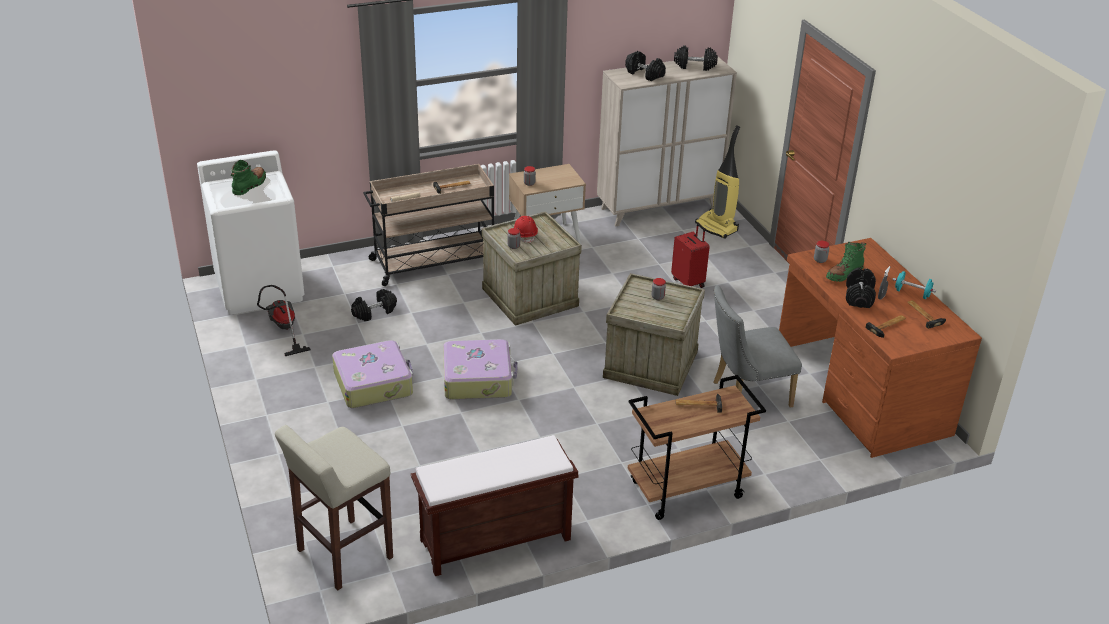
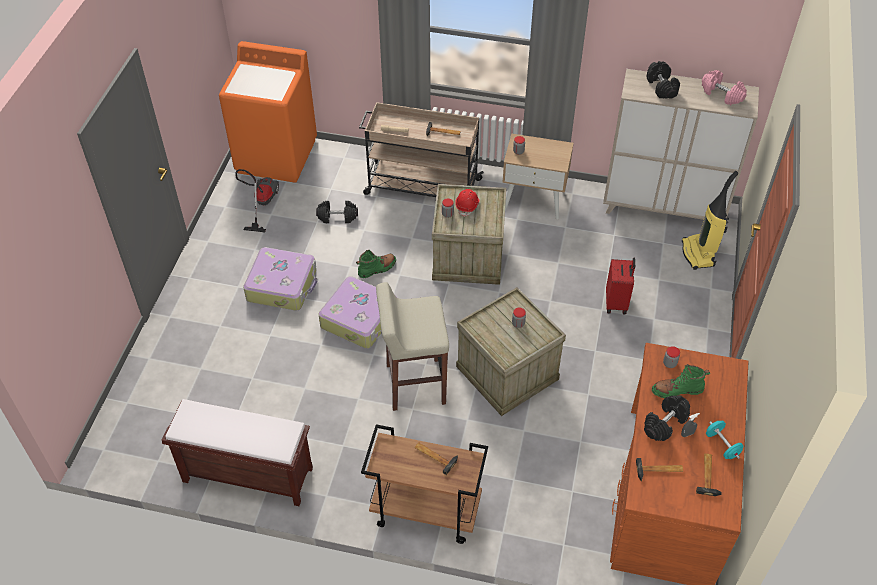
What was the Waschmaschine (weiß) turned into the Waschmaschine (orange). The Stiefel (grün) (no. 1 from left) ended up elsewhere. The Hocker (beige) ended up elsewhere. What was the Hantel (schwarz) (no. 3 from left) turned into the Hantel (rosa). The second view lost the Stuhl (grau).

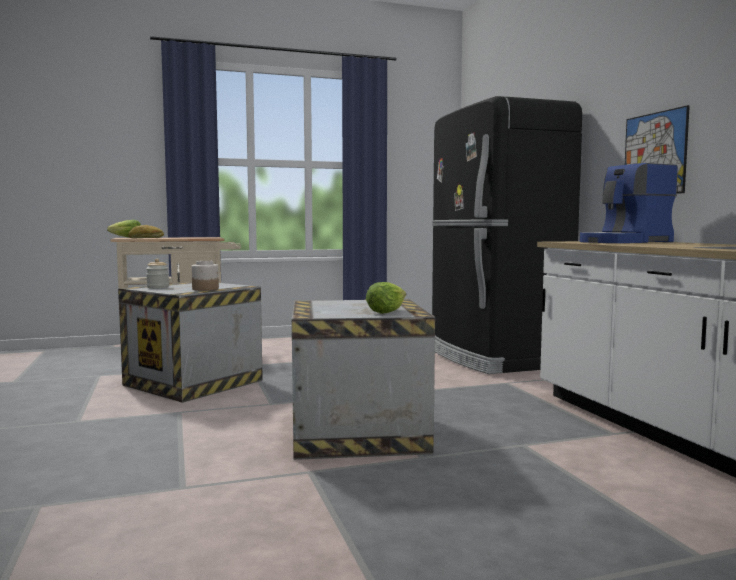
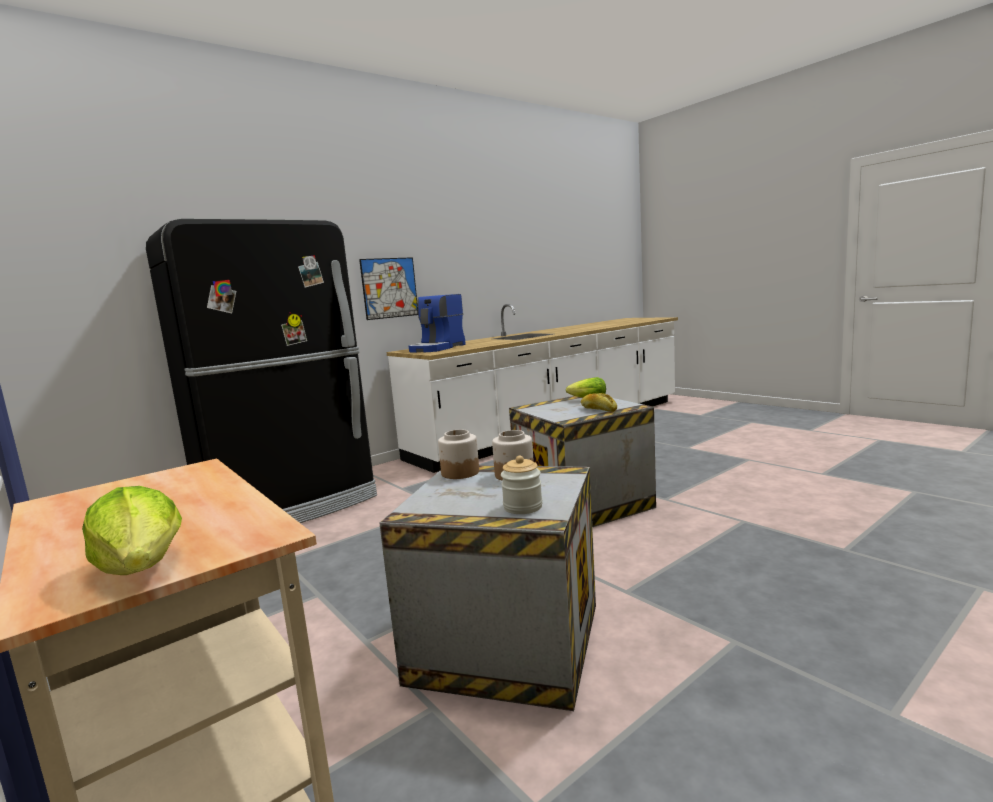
The Kaffeemaschine ended up facing another way, 75 degrees clockwise from before. The second view gained the Vorratsglas (no. 1 from left). The Brot ended up elsewhere.

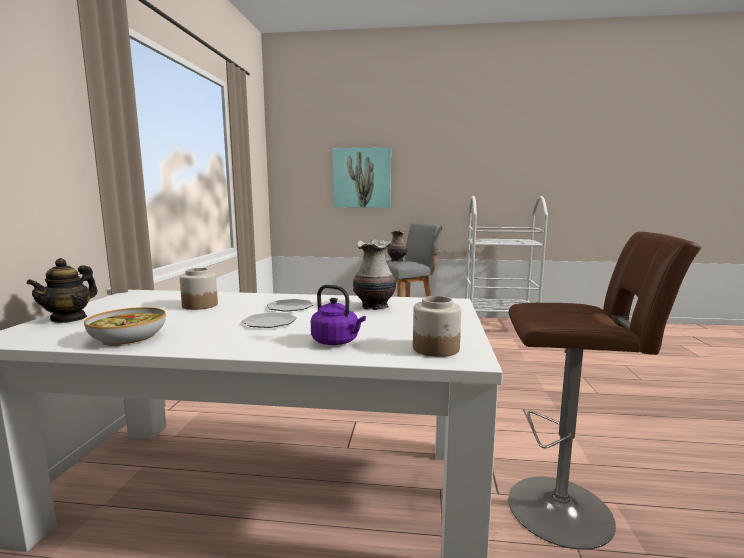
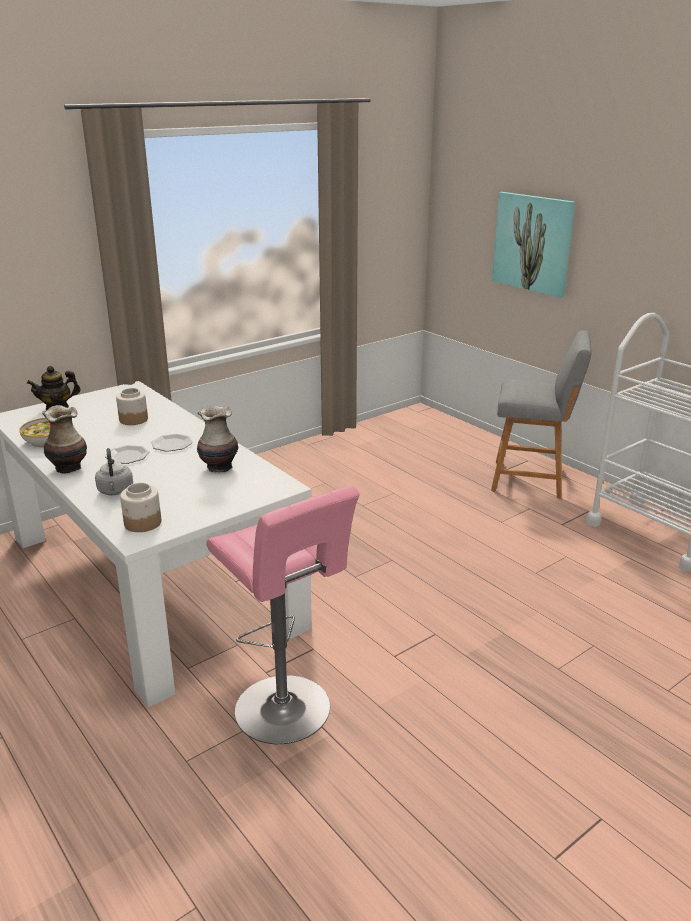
The Vase (no. 2 from left in the first image) ended up elsewhere. What was the Wasserkessel (lila) turned into the Wasserkessel (grau). What was the Hocker (braun) turned into the Hocker (rosa).

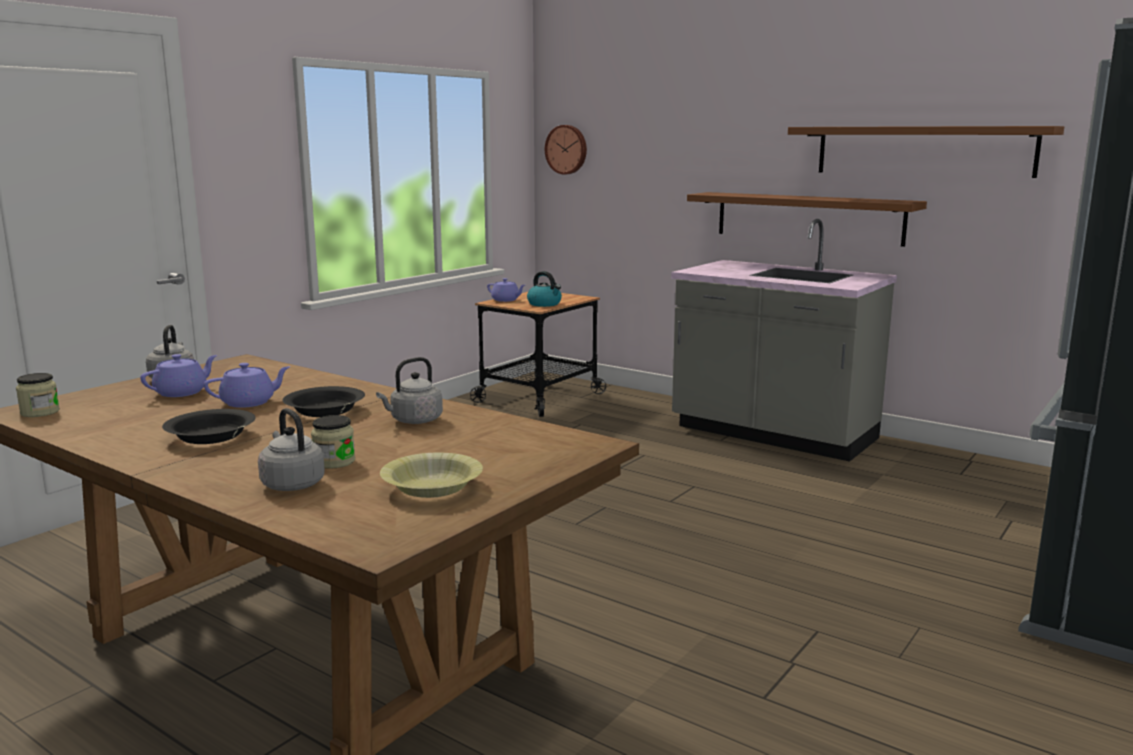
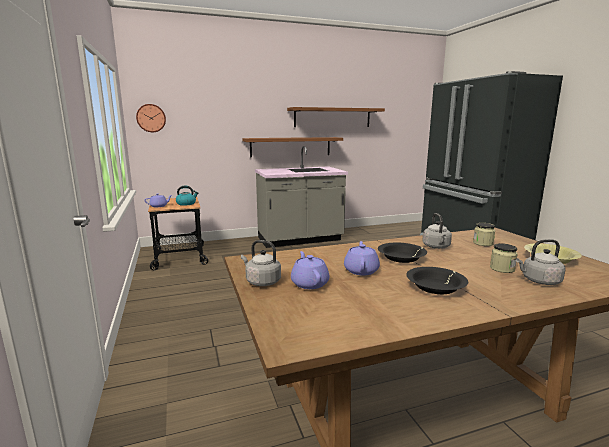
The Vorratsglas (no. 1 from left) ended up elsewhere.

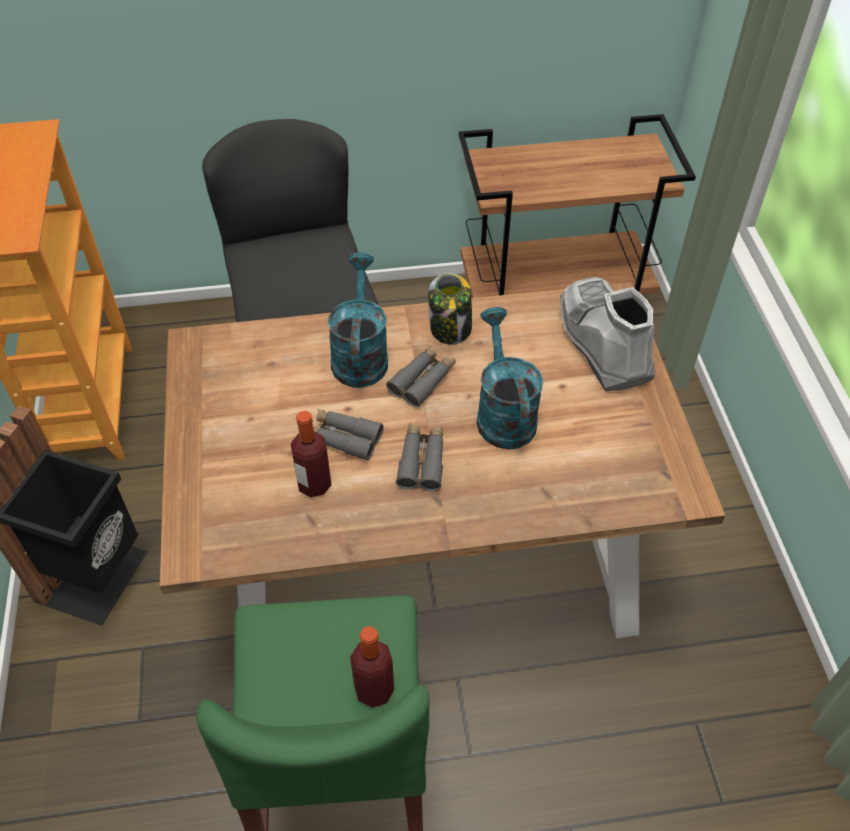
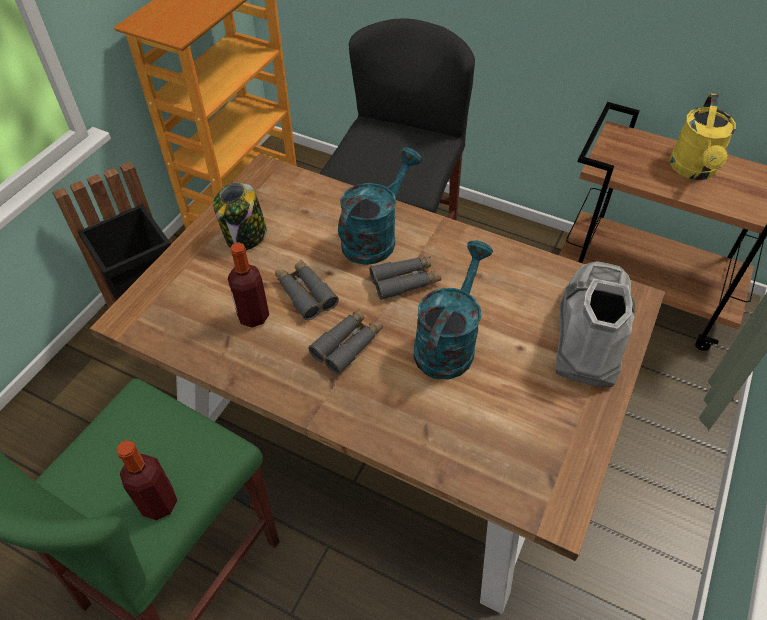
The Vorratsglas ended up elsewhere. The second view gained the Gießkanne (gelb).

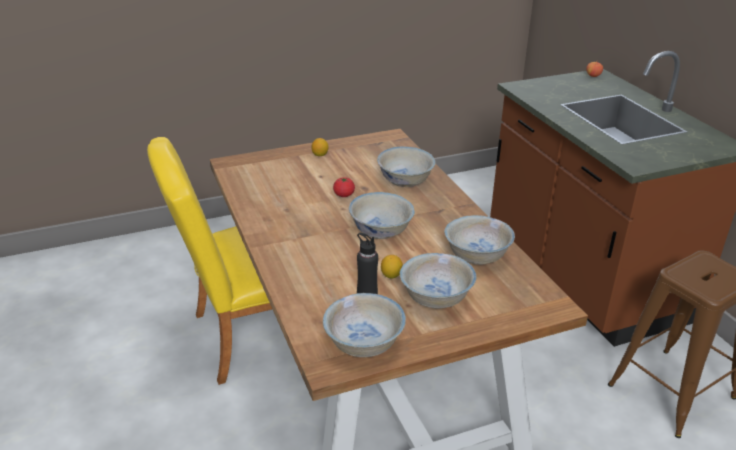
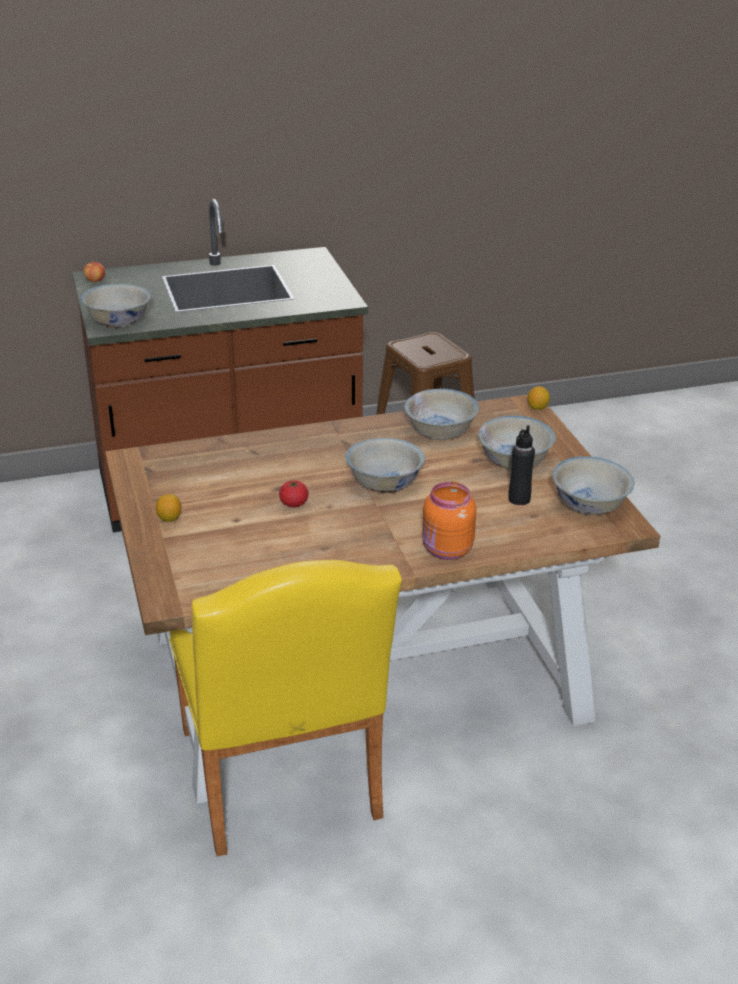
The Schüssel (weiß) (no. 3 from left in the first image) ended up elsewhere. The second view gained the Vorratsglas (orange). The Zitrone (no. 2 from left) ended up elsewhere.

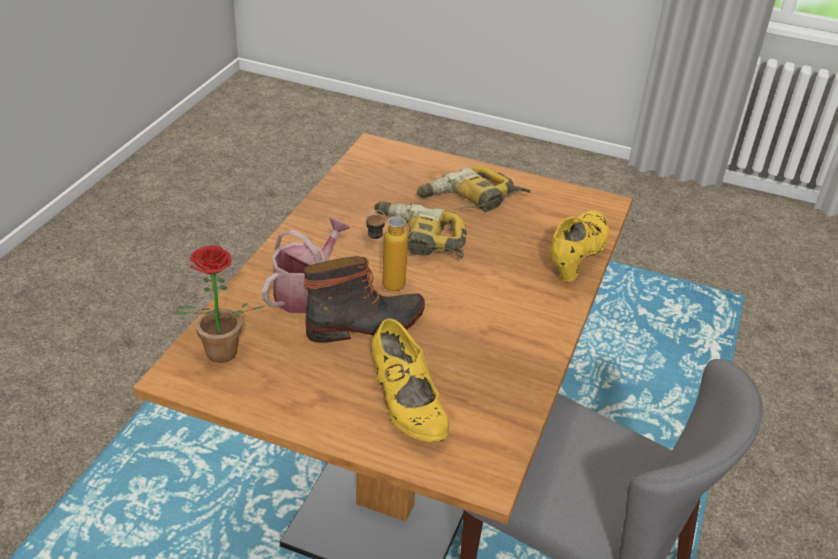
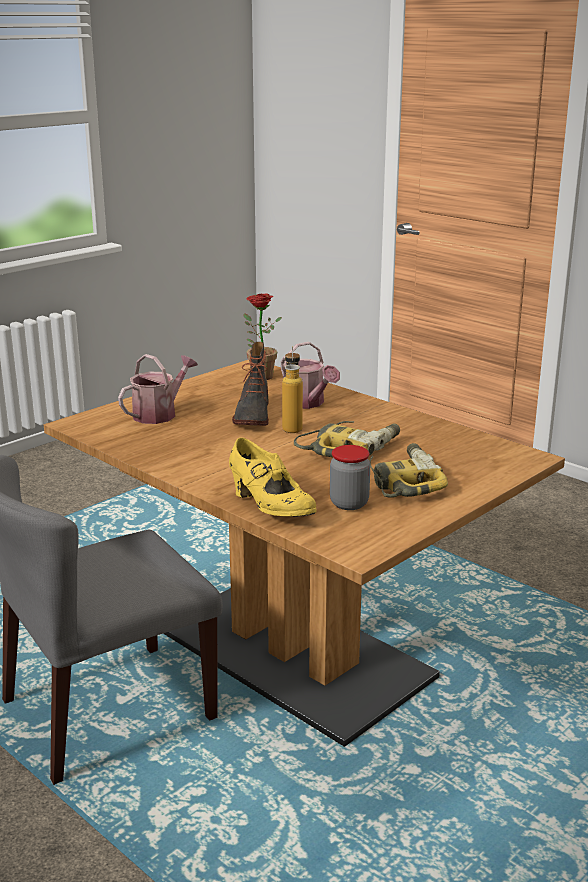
Where the Schuh (gelb) (no. 1 from left) stood, the Gießkanne (no. 1 from left) came to stand. The second view gained the Vorratsglas.

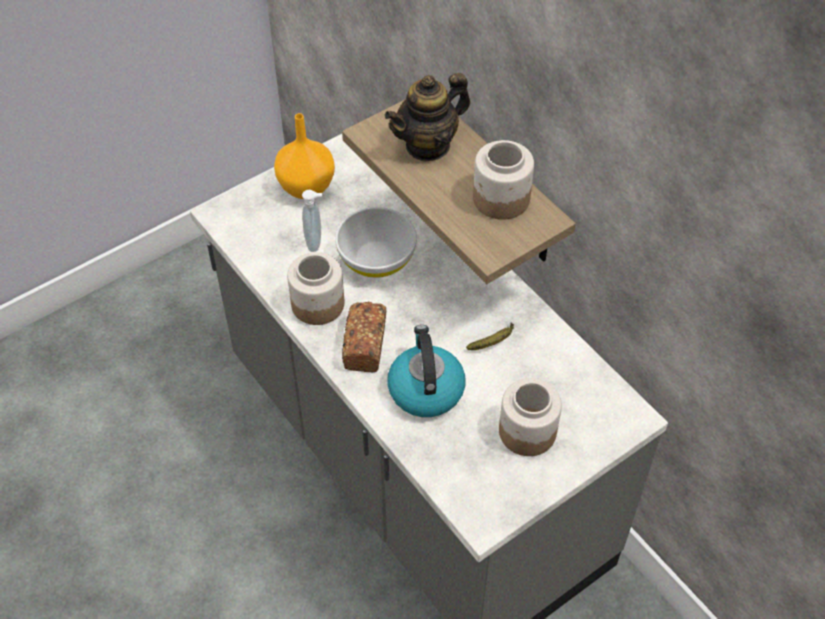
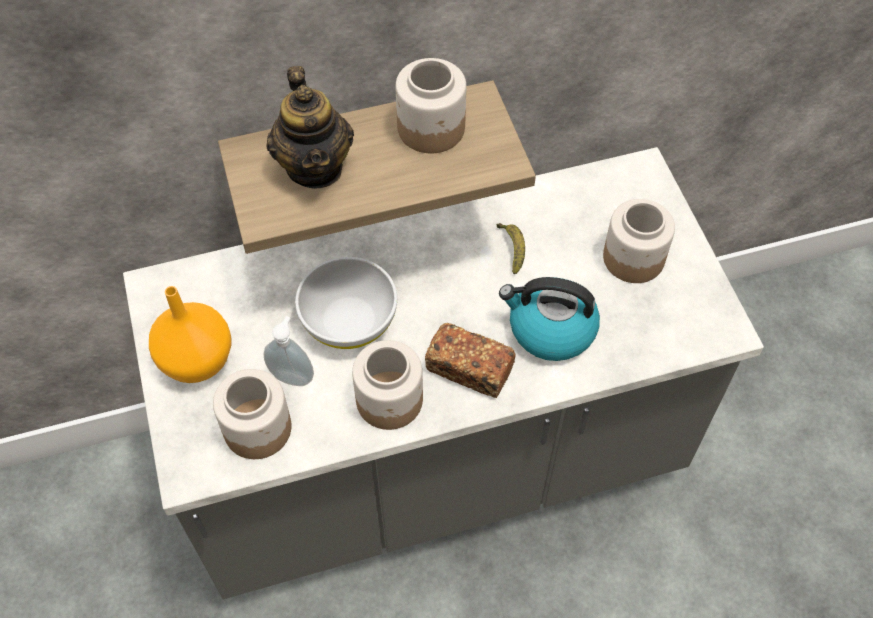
The second view gained the Vorratsglas (no. 1 from left).

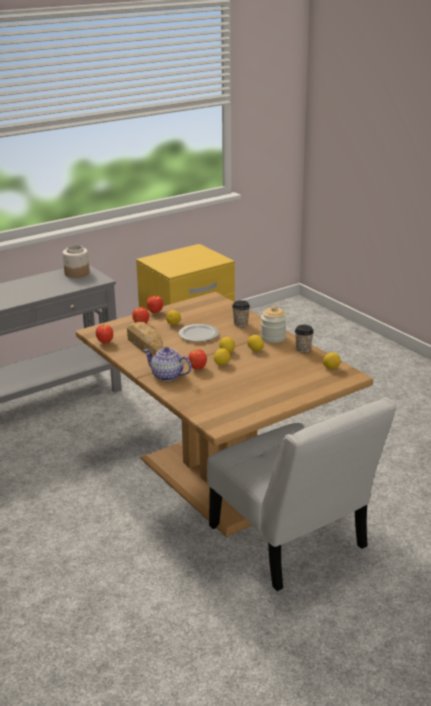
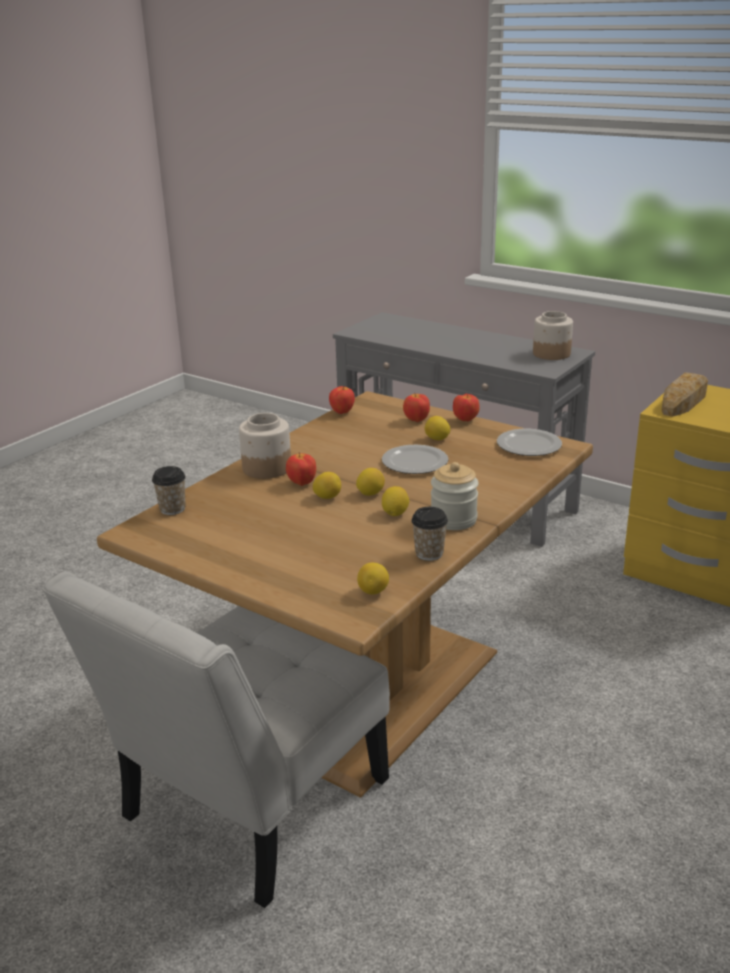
The Tasse (no. 1 from left) ended up elsewhere. Where the Teekanne stood, the Vorratsglas (no. 1 from left) came to stand. The second view gained the Teller (no. 2 from left). The Brot ended up elsewhere.

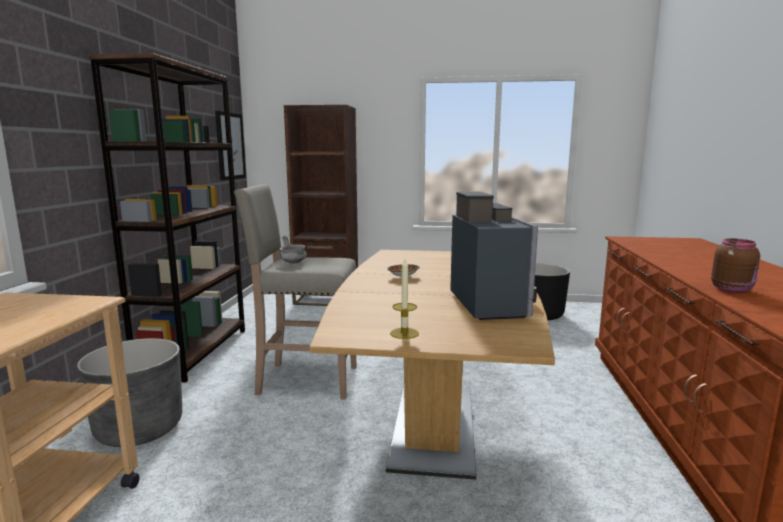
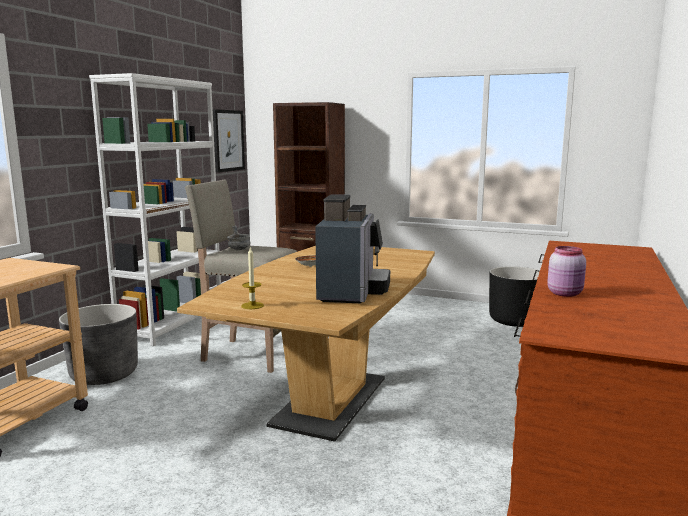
What was the Bücherregal (braun) (no. 1 from left) turned into the Bücherregal (weiß). What was the Vorratsglas (braun) turned into the Vorratsglas (rosa).

